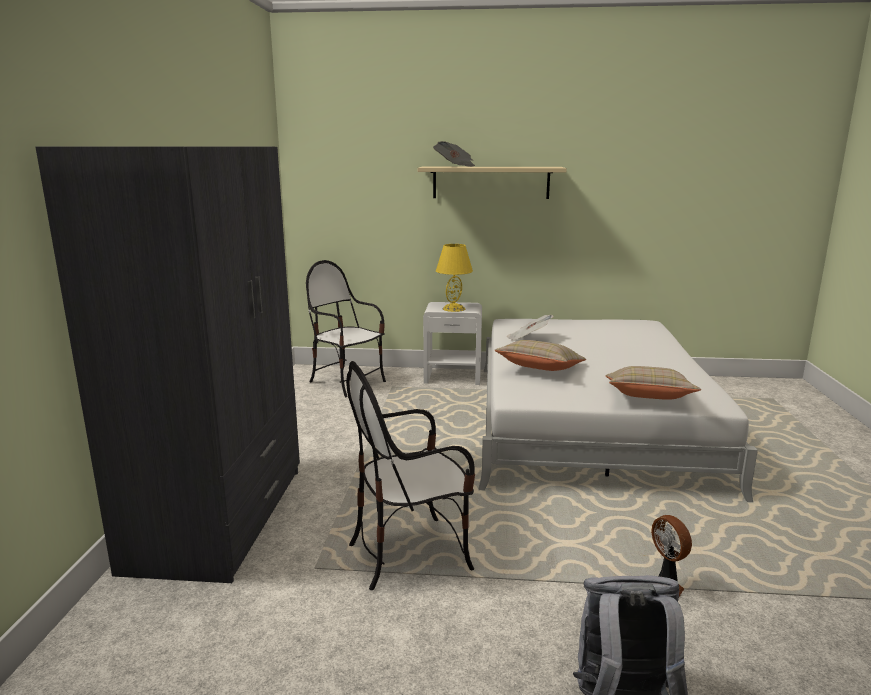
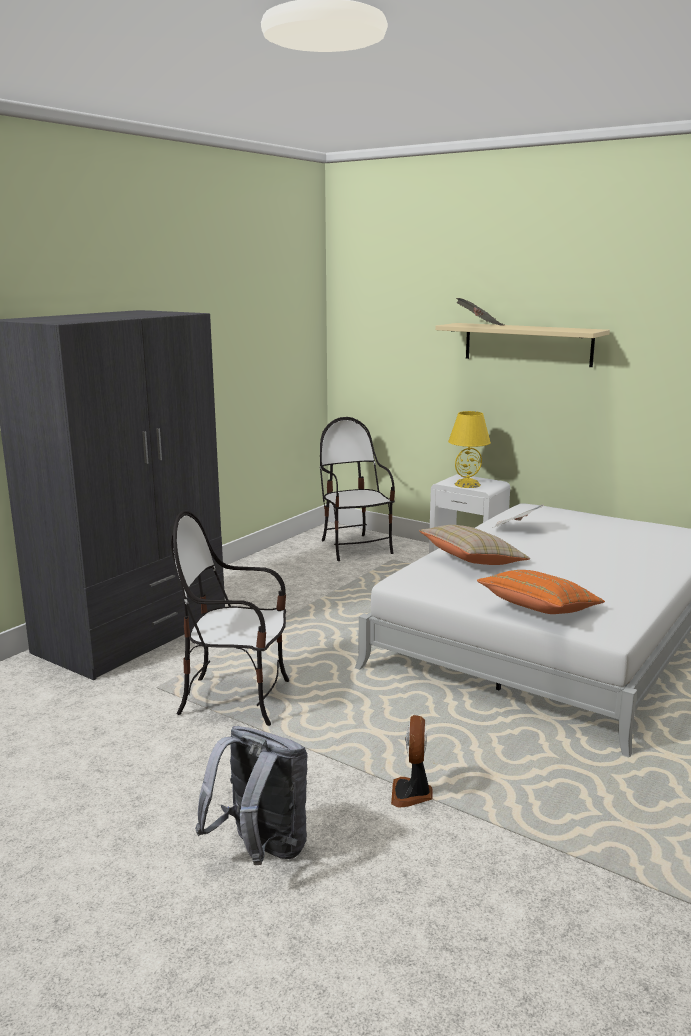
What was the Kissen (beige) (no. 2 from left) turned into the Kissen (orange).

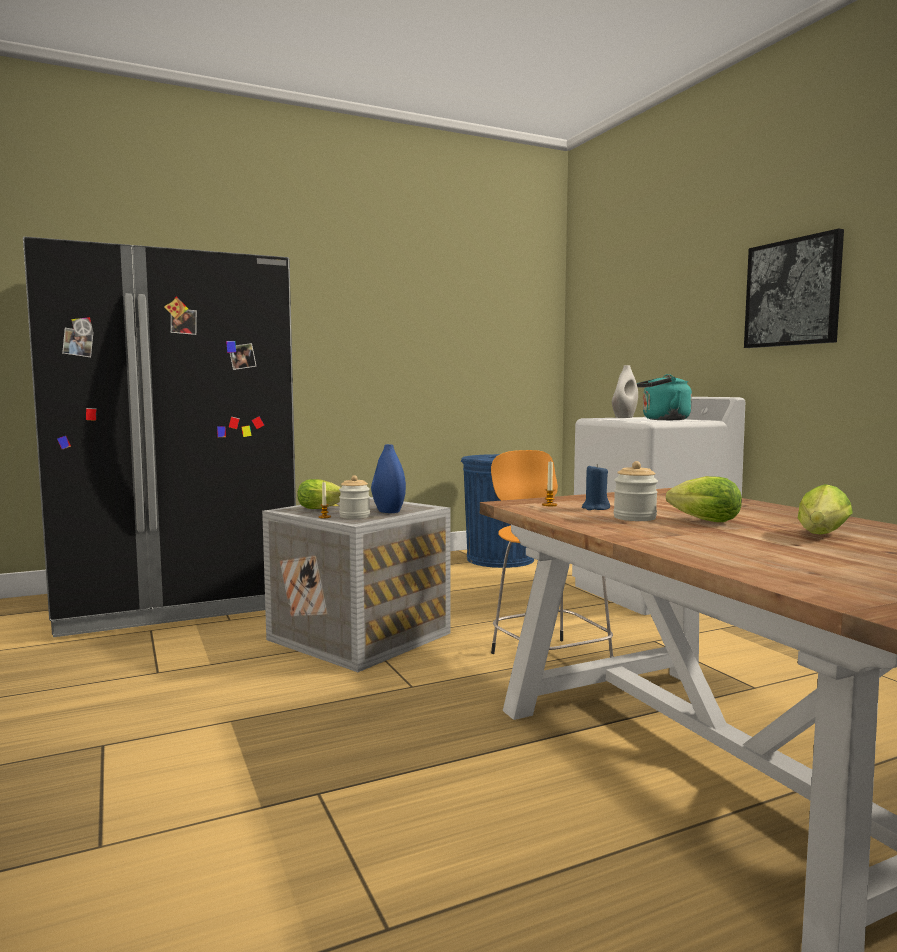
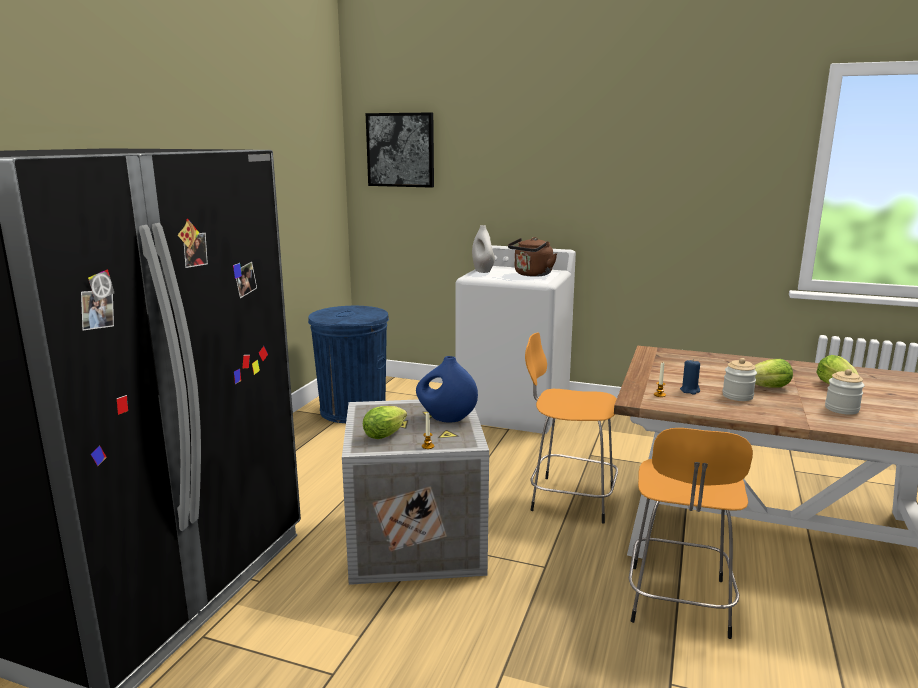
The Bild ended up elsewhere. What was the Wasserkessel (türkis) turned into the Wasserkessel (braun). The second view gained the Hocker (orange) (no. 2 from left). The Vorratsglas (no. 1 from left in the first image) ended up elsewhere.

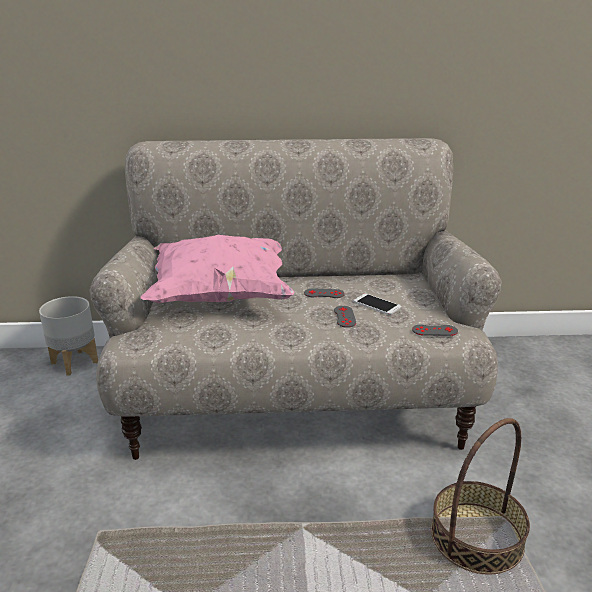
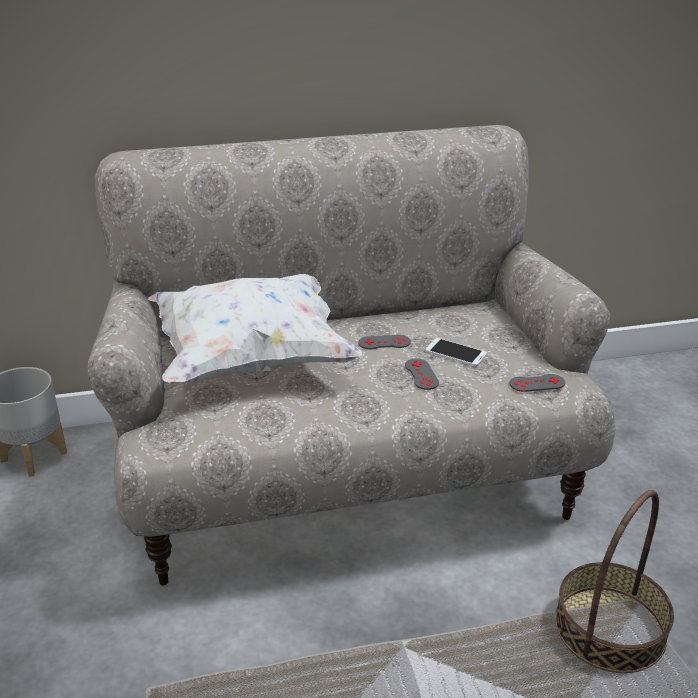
What was the Kissen (rosa) turned into the Kissen (weiß).

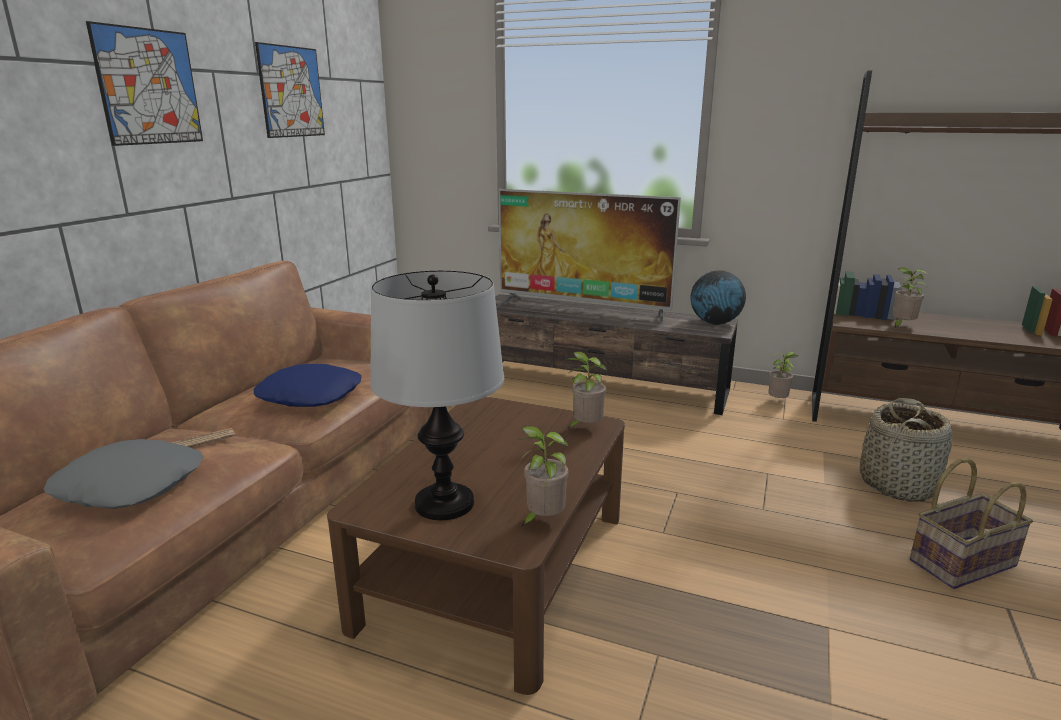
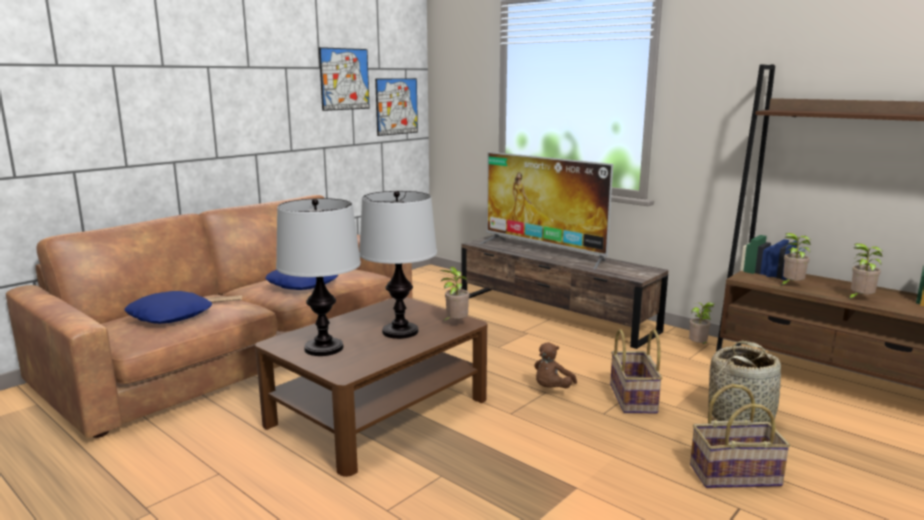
What was the Kissen (grau) turned into the Kissen (blau) (no. 1 from left). The second view gained the Tischlampe (no. 2 from left). The Bild (no. 1 from left in the first image) ended up elsewhere. The second view gained the Plüschtier (braun). The second view gained the Korb (no. 1 from left). The Topfpflanze (no. 1 from left in the first image) ended up elsewhere. The second view lost the Globus.

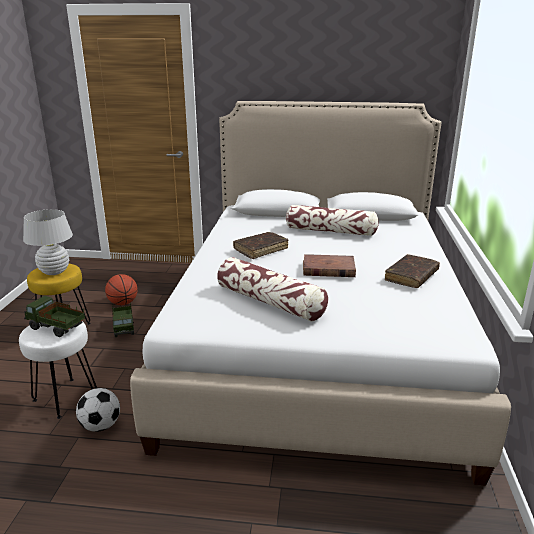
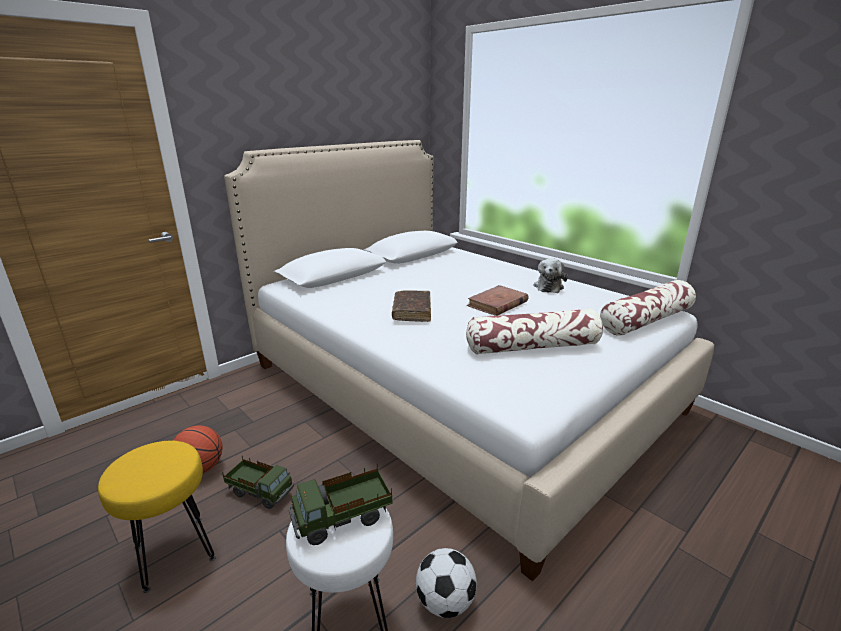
Where the Buch (braun) (no. 3 from left) stood, the Plüschtier came to stand. The Kissen (no. 2 from left) ended up elsewhere. The second view lost the Tischlampe (weiß).

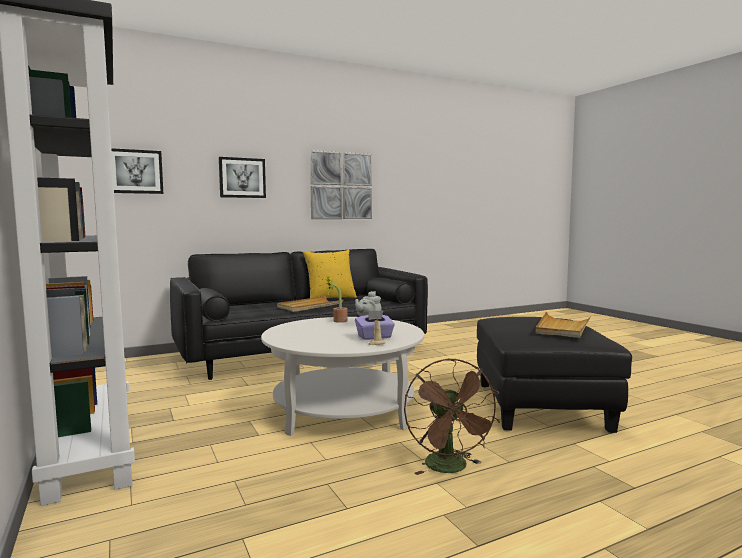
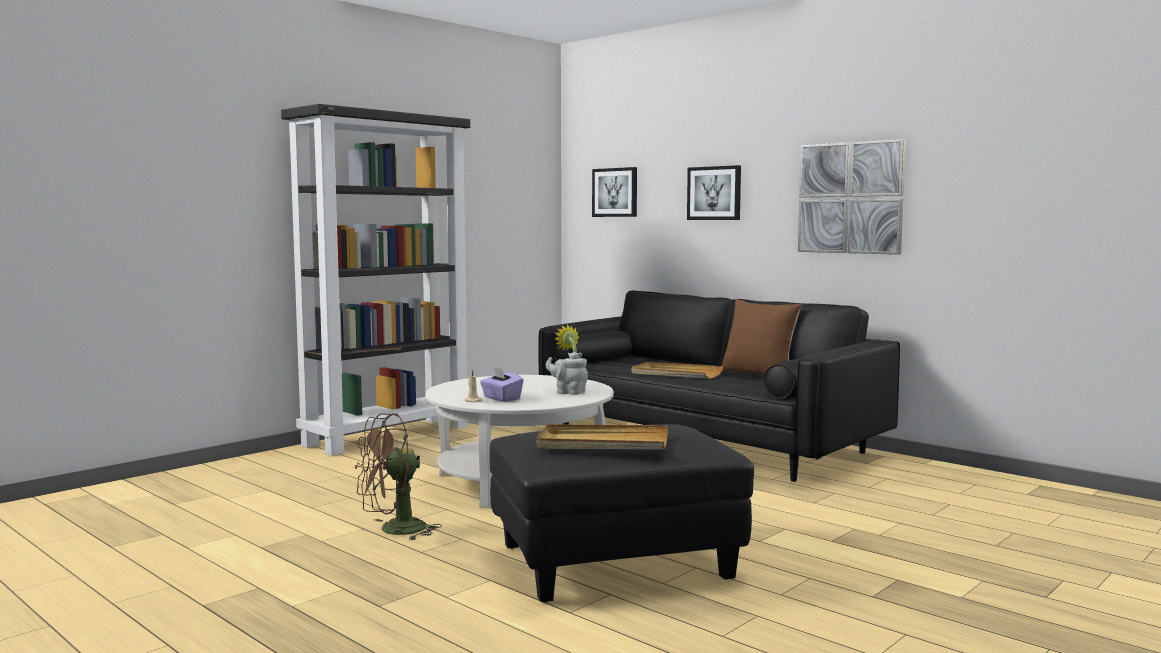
What was the Kissen (gelb) turned into the Kissen (braun).

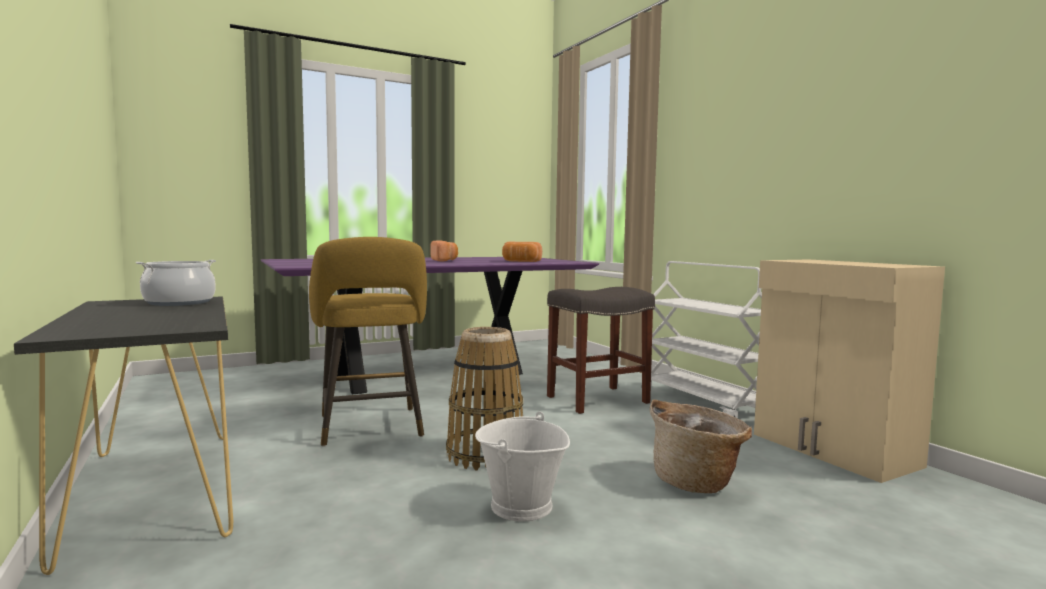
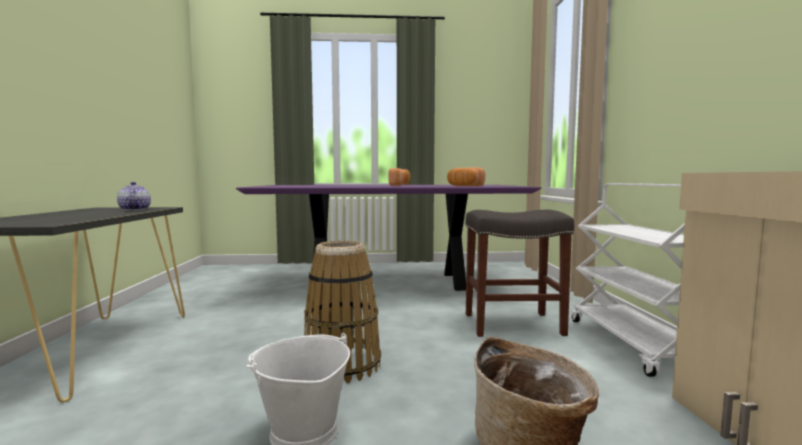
Where the Kochtopf stood, the Teekanne came to stand. The second view lost the Hocker (gelb).

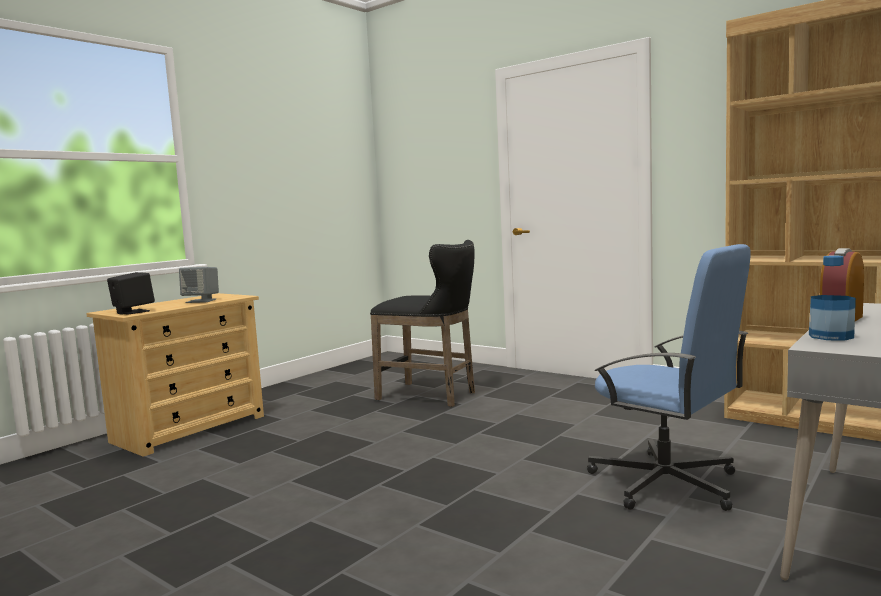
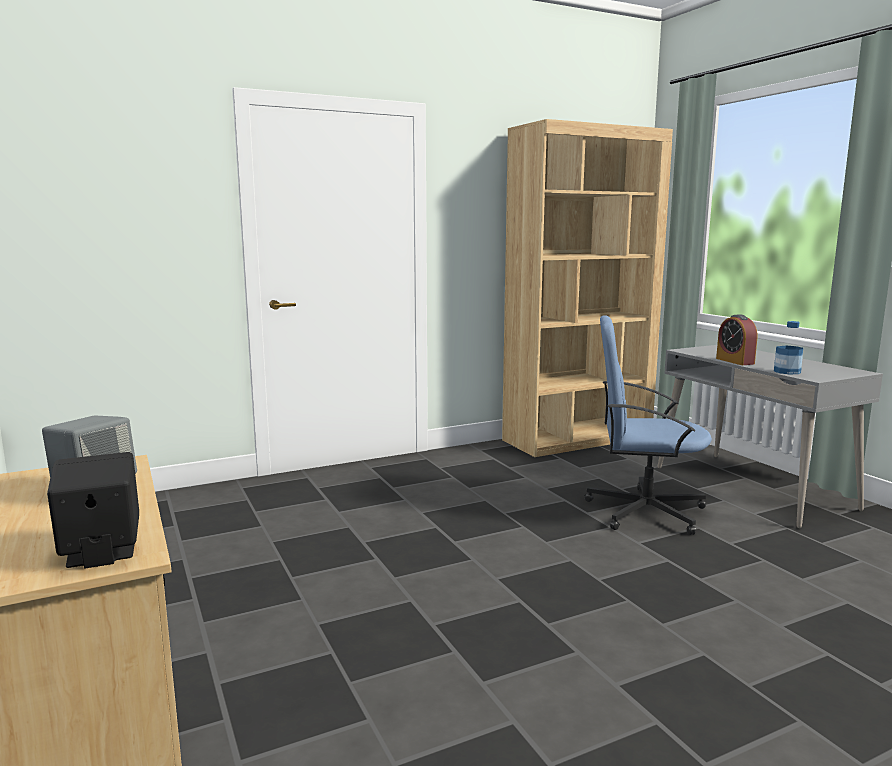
The Bürostuhl (blau) ended up facing another way, 150 degrees counterclockwise from before. The second view lost the Hocker (schwarz).

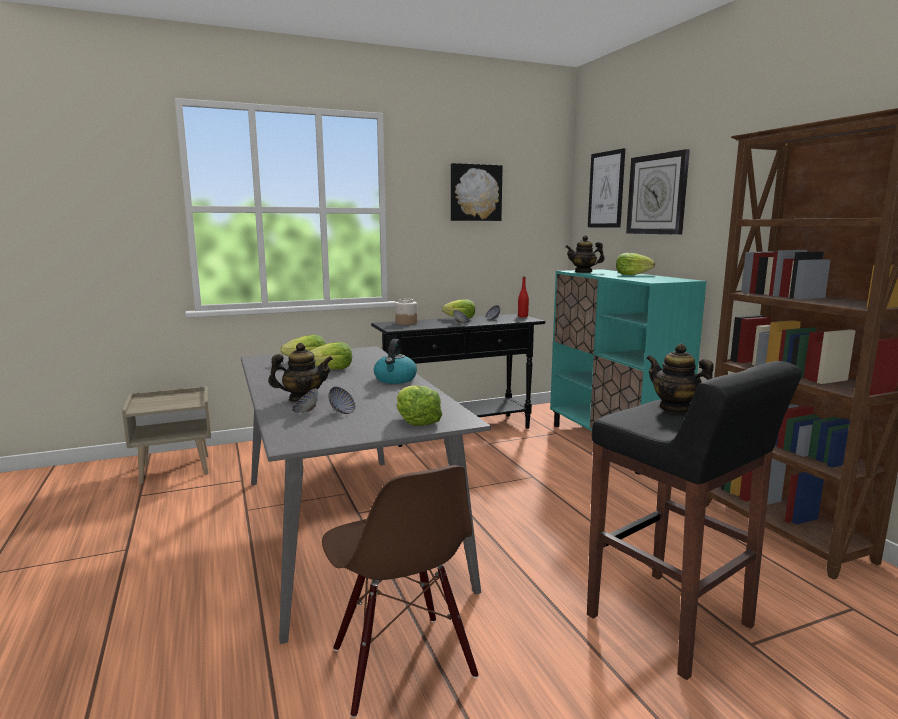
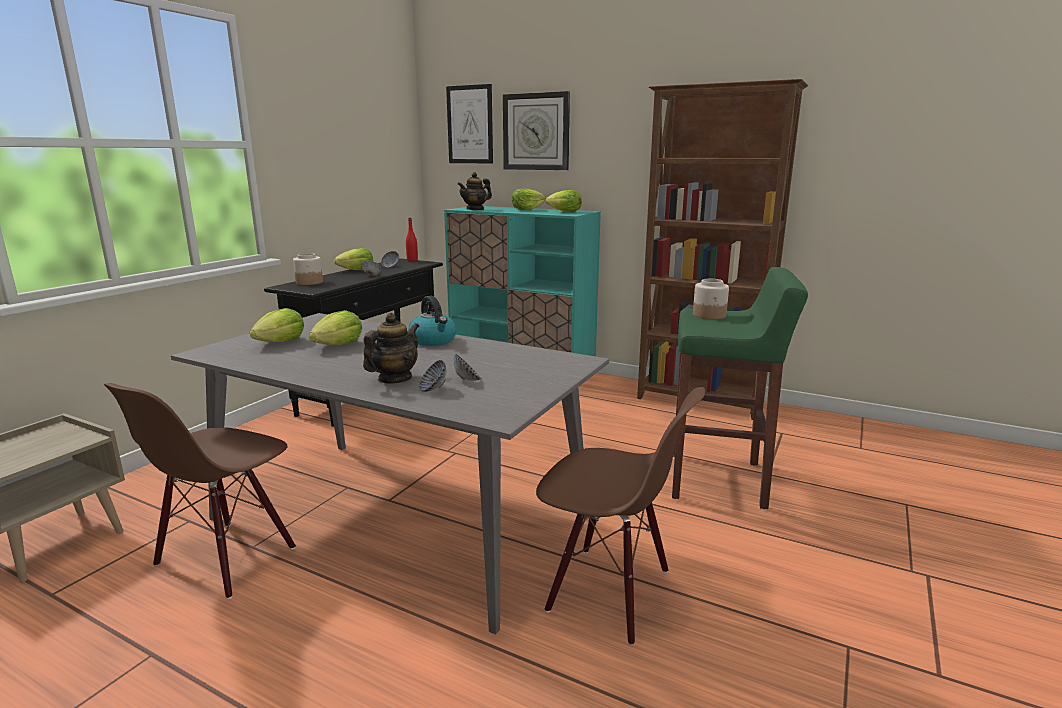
The second view gained the Stuhl (braun) (no. 1 from left). The Salatkopf (no. 3 from left in the first image) ended up elsewhere. What was the Hocker (schwarz) turned into the Hocker (grün). Where the Teekanne (no. 3 from left) stood, the Vorratsglas (no. 2 from left) came to stand. The second view lost the Bild (no. 1 from left).

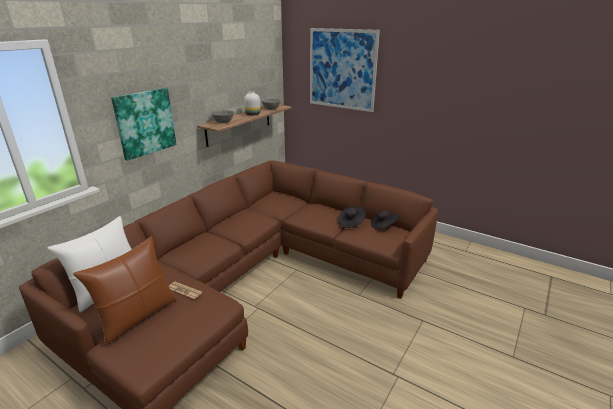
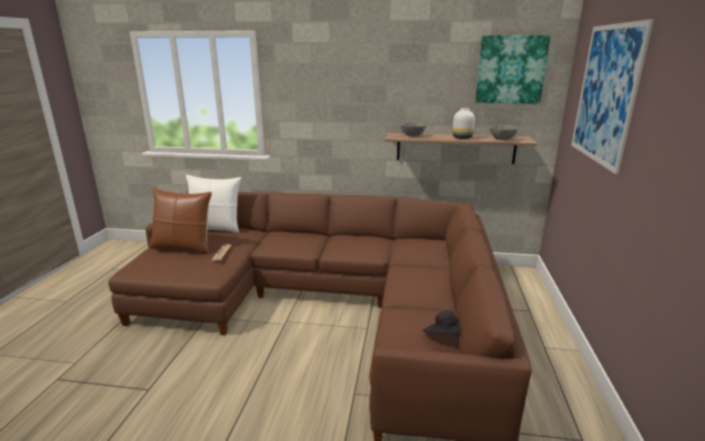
The Bild (no. 1 from left) ended up elsewhere. The second view lost the Hut (schwarz) (no. 1 from left).

